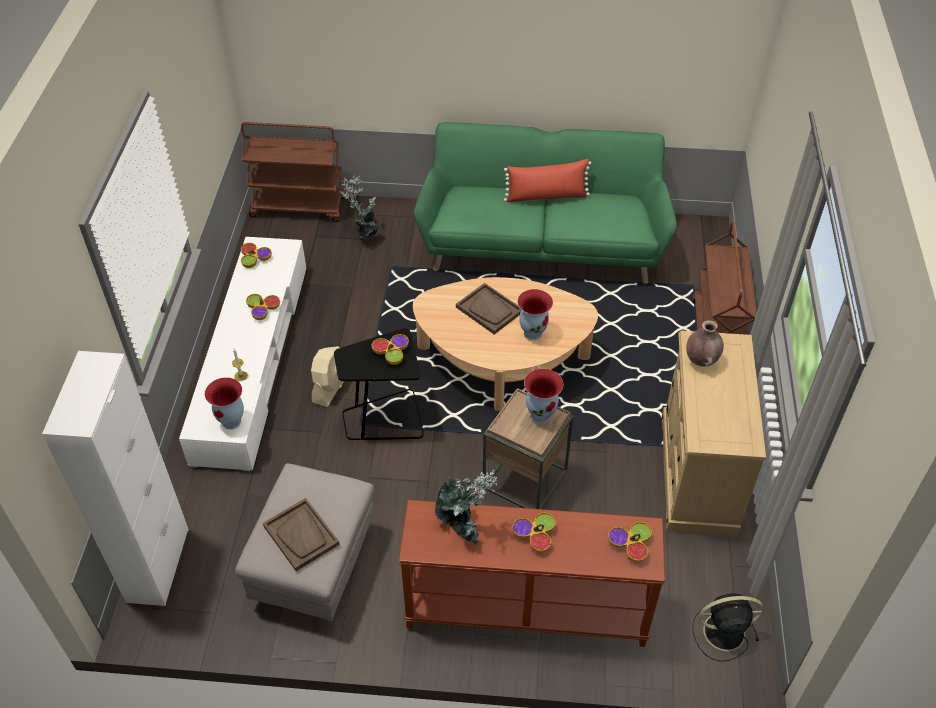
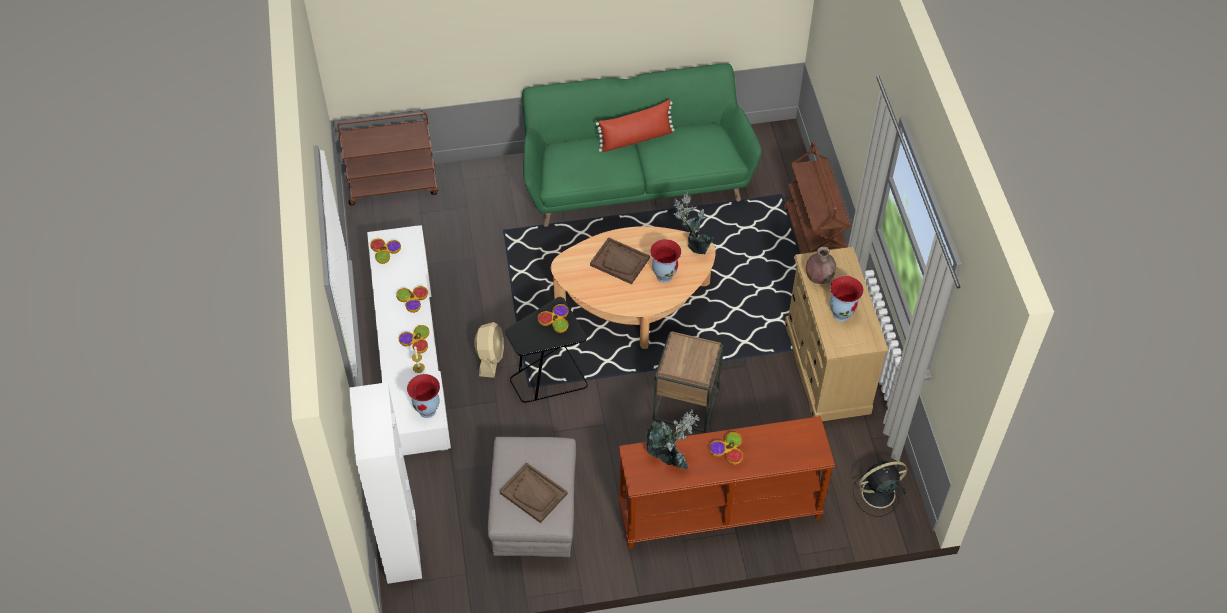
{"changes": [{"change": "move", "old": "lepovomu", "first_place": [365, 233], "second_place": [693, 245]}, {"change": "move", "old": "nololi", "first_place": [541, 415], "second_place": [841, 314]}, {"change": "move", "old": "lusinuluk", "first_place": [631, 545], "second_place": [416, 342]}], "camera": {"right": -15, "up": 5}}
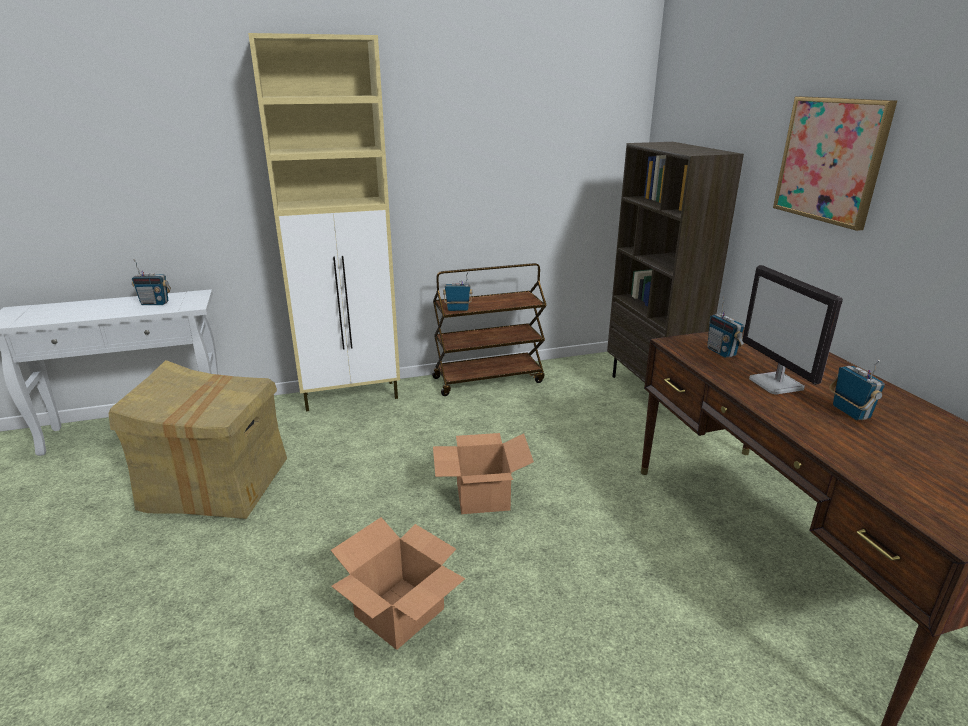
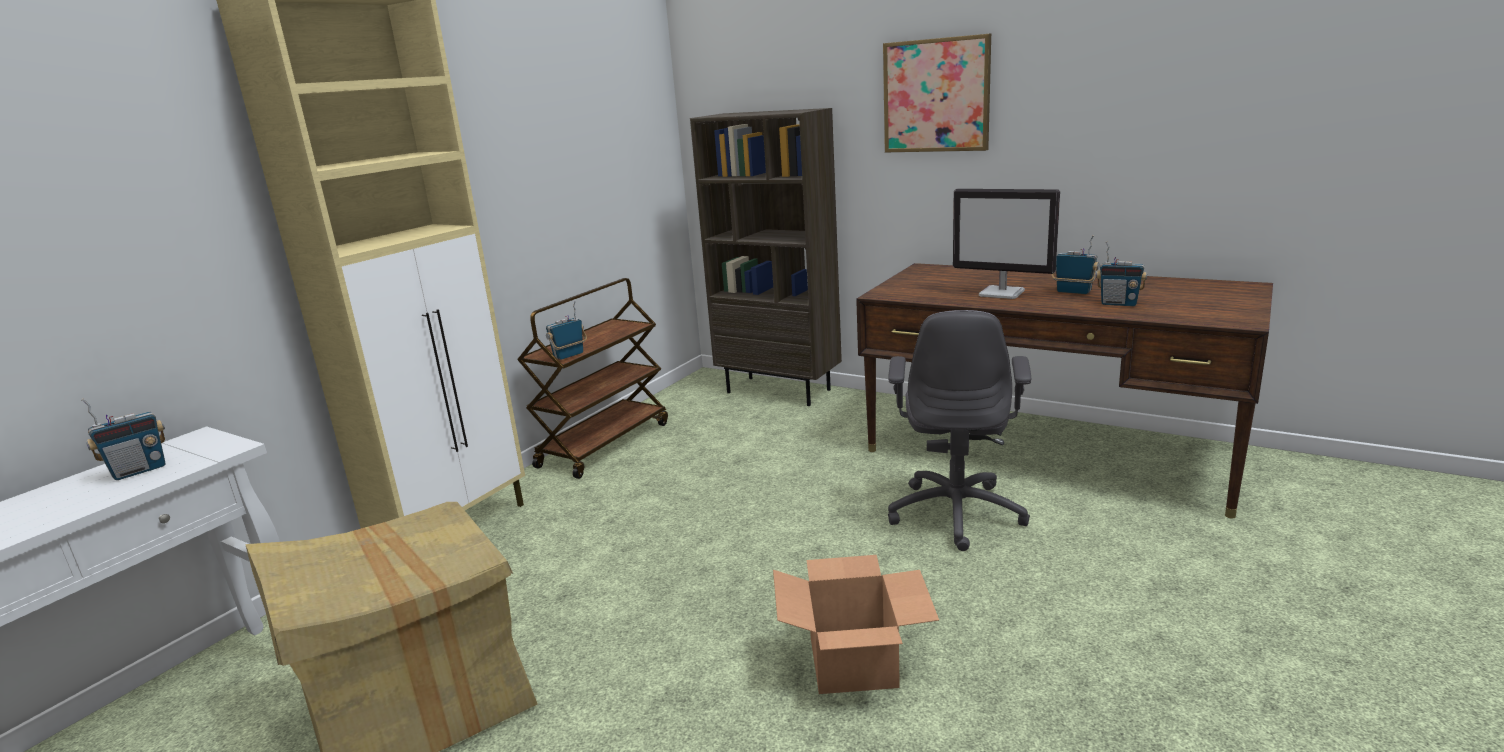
{"changes": [{"change": "delete", "old": "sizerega", "first_place": [483, 496]}, {"change": "move", "old": "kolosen", "first_place": [721, 352], "second_place": [1118, 303]}, {"change": "insert", "new": "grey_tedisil", "second_place": [956, 512]}], "camera": {"right": -40, "up": -5}}
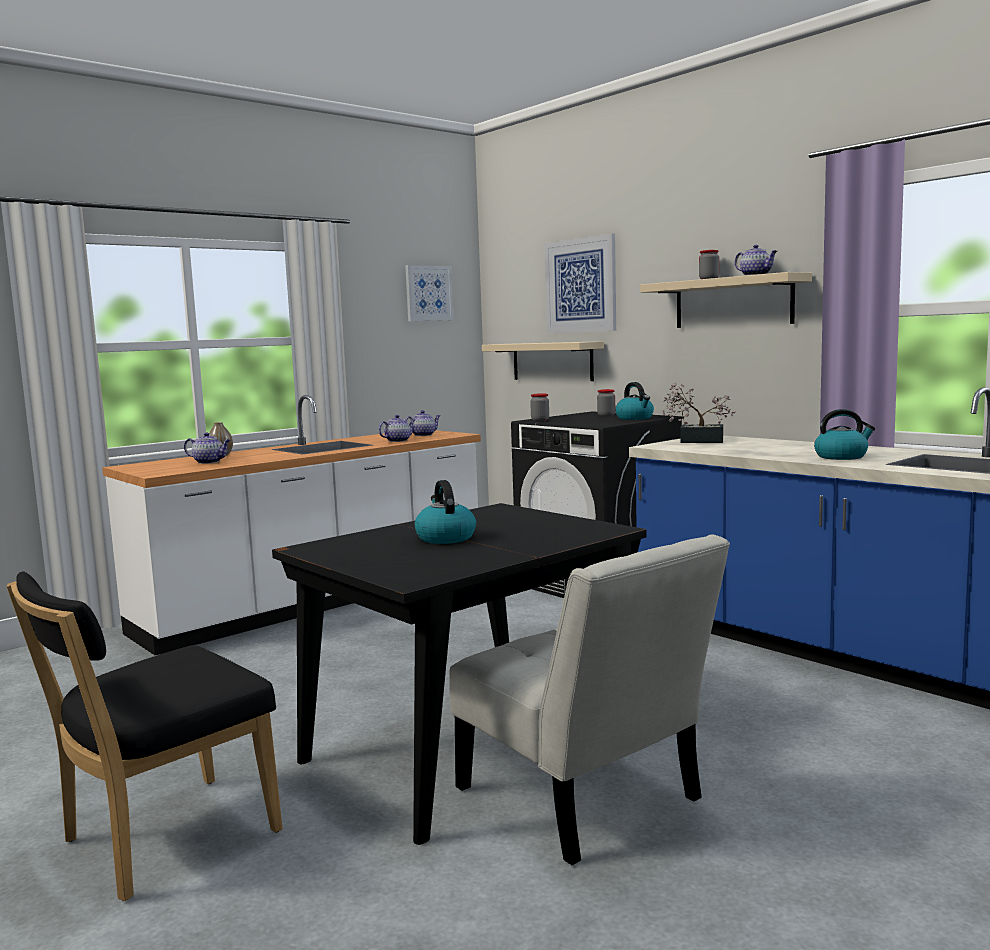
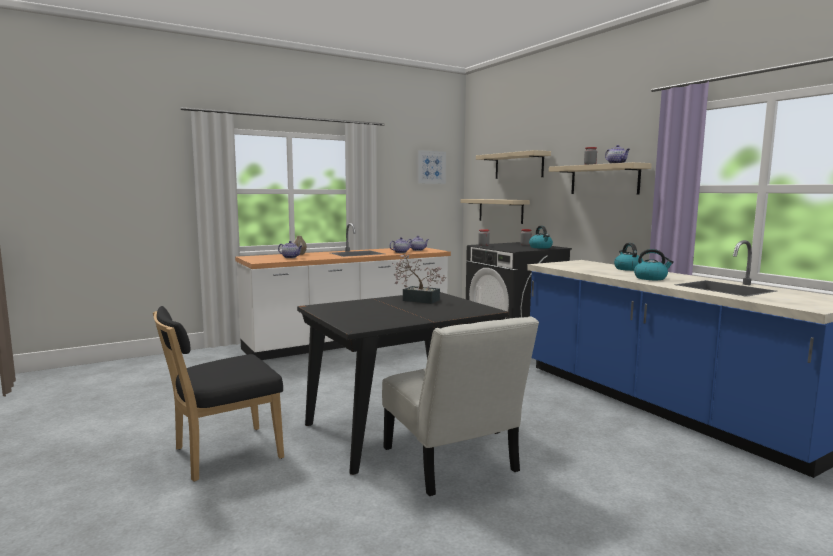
{"changes": [{"change": "move", "old": "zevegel", "first_place": [445, 538], "second_place": [627, 269]}, {"change": "replace", "old": "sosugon", "new": "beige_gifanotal", "first_place": [580, 285], "second_place": [518, 165]}, {"change": "move", "old": "lepovomu", "first_place": [696, 441], "second_place": [417, 300]}], "camera": {"right": 10, "up": 0}}
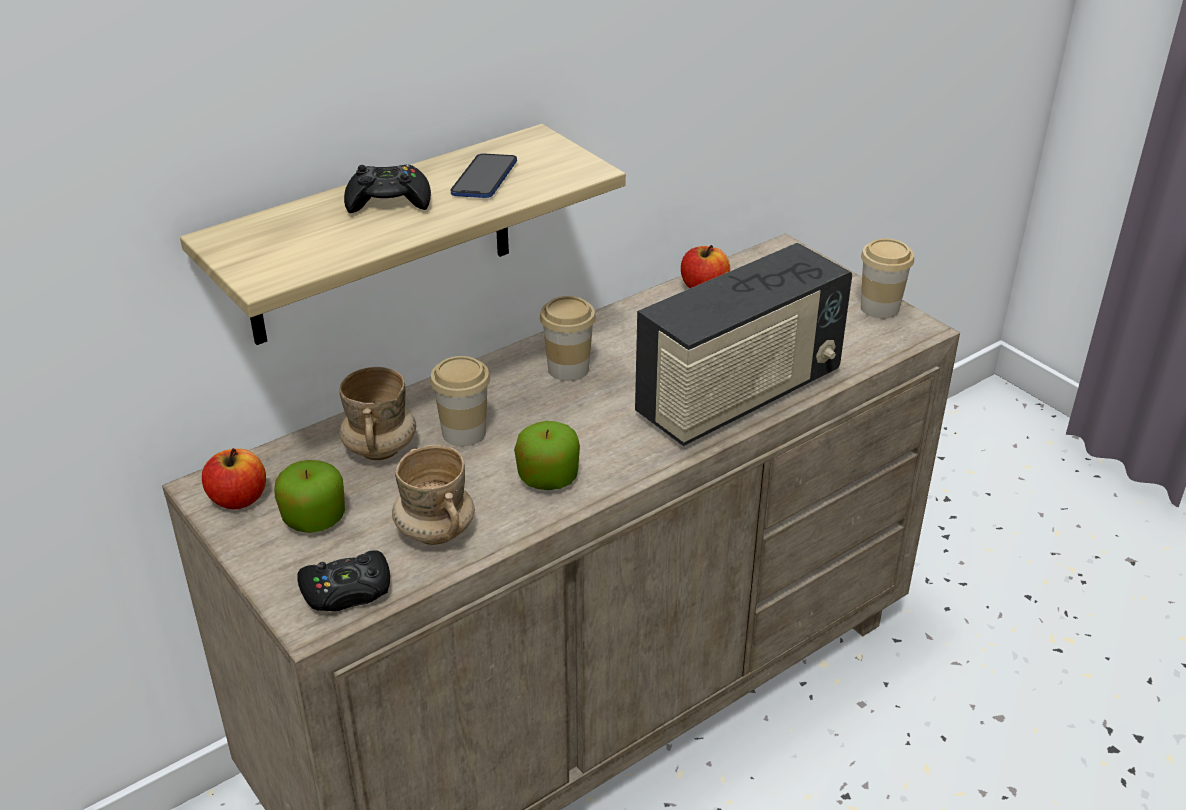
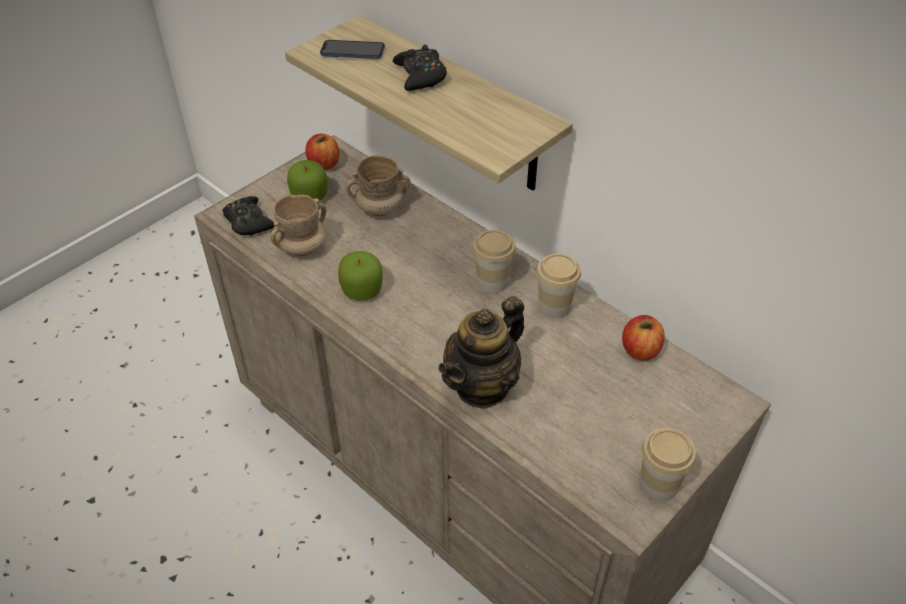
{"changes": [{"change": "move", "old": "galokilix", "first_place": [464, 432], "second_place": [554, 306]}, {"change": "move", "old": "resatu", "first_place": [484, 178], "second_place": [352, 51]}, {"change": "replace", "old": "kolosen", "new": "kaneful", "first_place": [739, 396], "second_place": [482, 386]}], "camera": {"right": 80, "up": 10}}
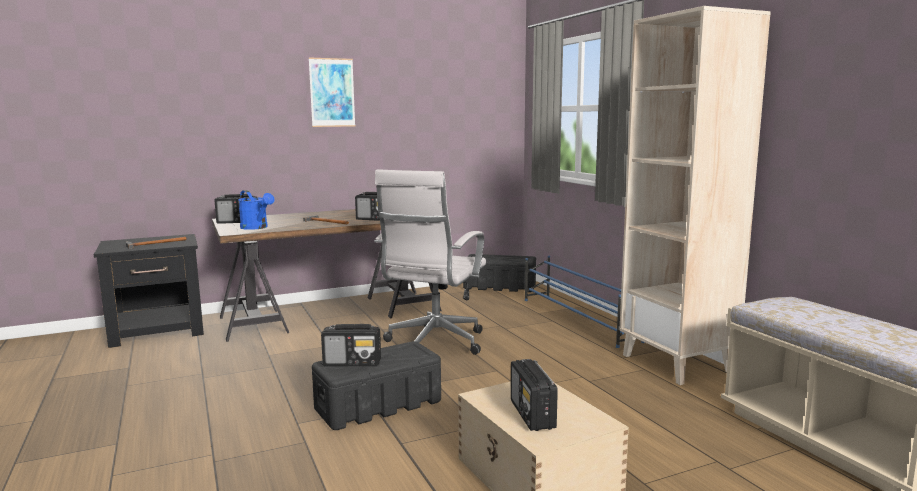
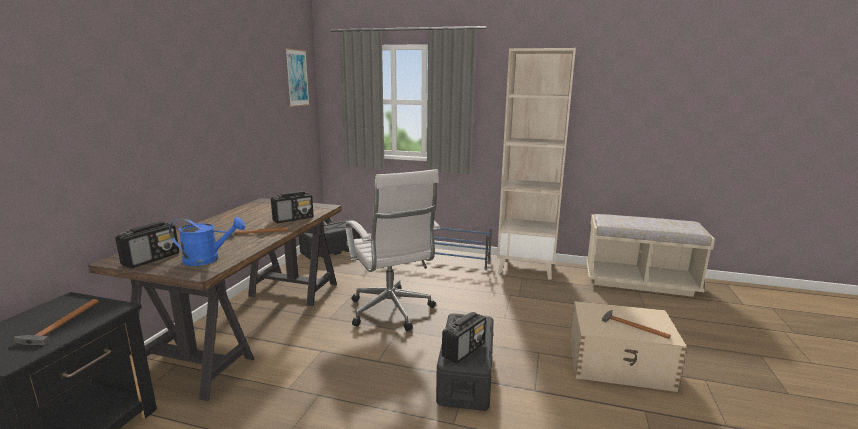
{"changes": [{"change": "move", "old": "sosugon", "first_place": [332, 92], "second_place": [297, 78]}, {"change": "replace", "old": "kolosen", "new": "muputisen", "first_place": [532, 415], "second_place": [632, 326]}], "camera": {"right": -50, "up": 5}}
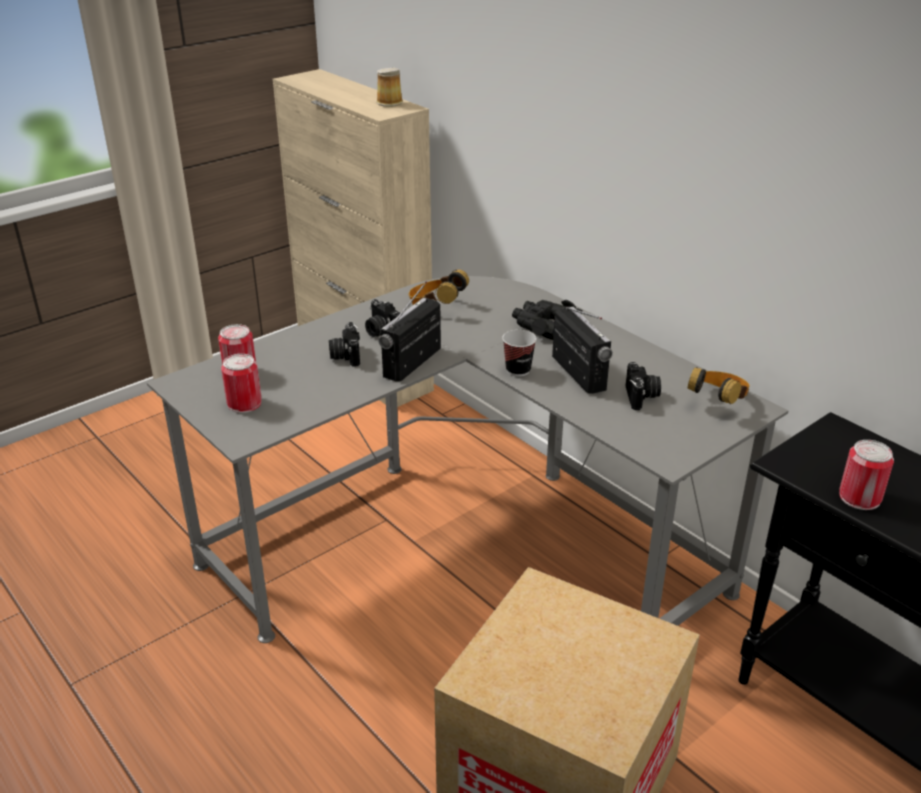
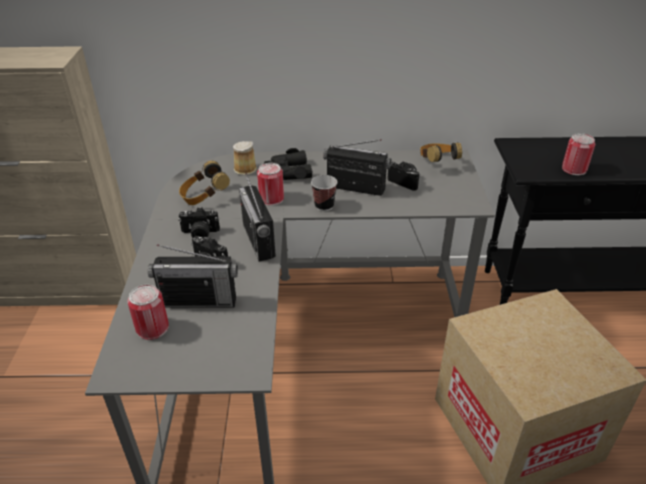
{"changes": [{"change": "move", "old": "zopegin", "first_place": [244, 403], "second_place": [271, 198]}, {"change": "move", "old": "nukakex", "first_place": [390, 102], "second_place": [244, 169]}, {"change": "insert", "new": "kolosen", "second_place": [199, 301]}], "camera": {"right": -50, "up": 5}}
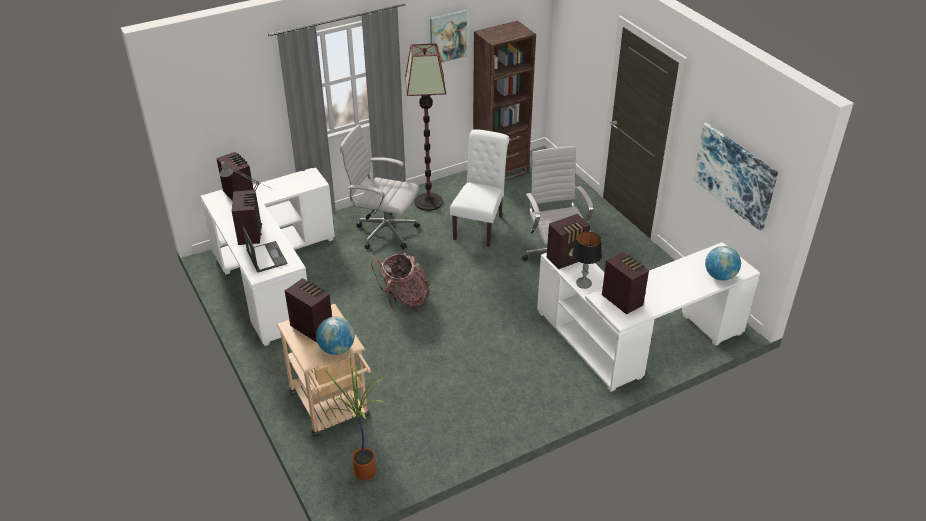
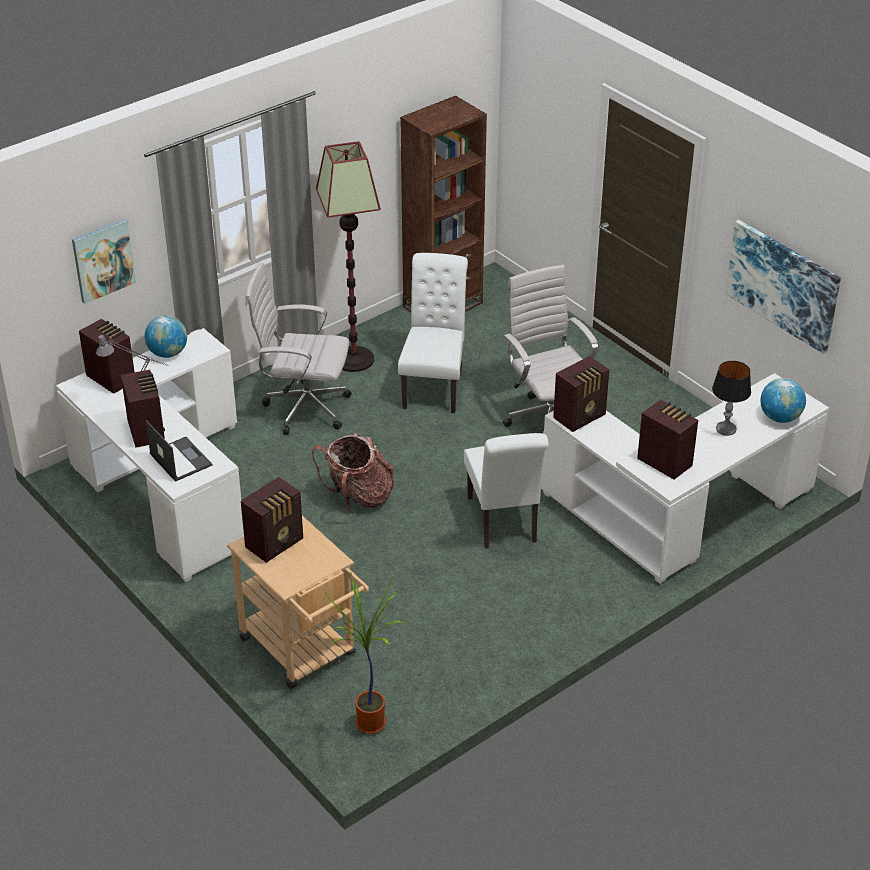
{"changes": [{"change": "rotate", "old": "kolosen", "first_place": [312, 327], "second_place": [276, 543], "degrees": 105}, {"change": "move", "old": "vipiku", "first_place": [337, 349], "second_place": [168, 353]}, {"change": "move", "old": "sosugon", "first_place": [448, 36], "second_place": [103, 260]}, {"change": "move", "old": "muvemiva", "first_place": [584, 283], "second_place": [726, 429]}, {"change": "insert", "new": "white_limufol", "second_place": [504, 523]}], "camera": {"right": -10, "up": 0}}
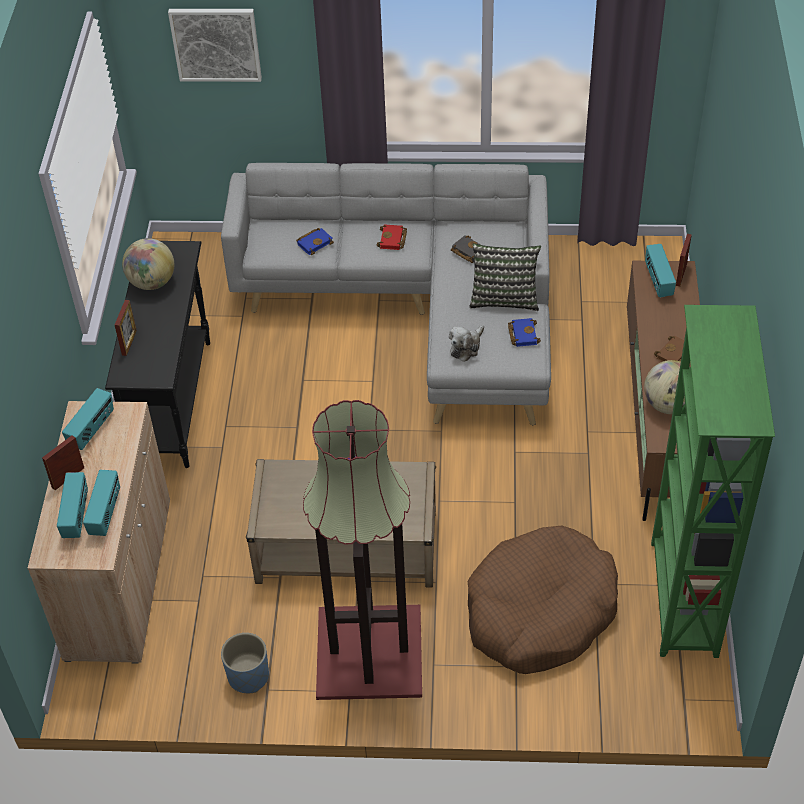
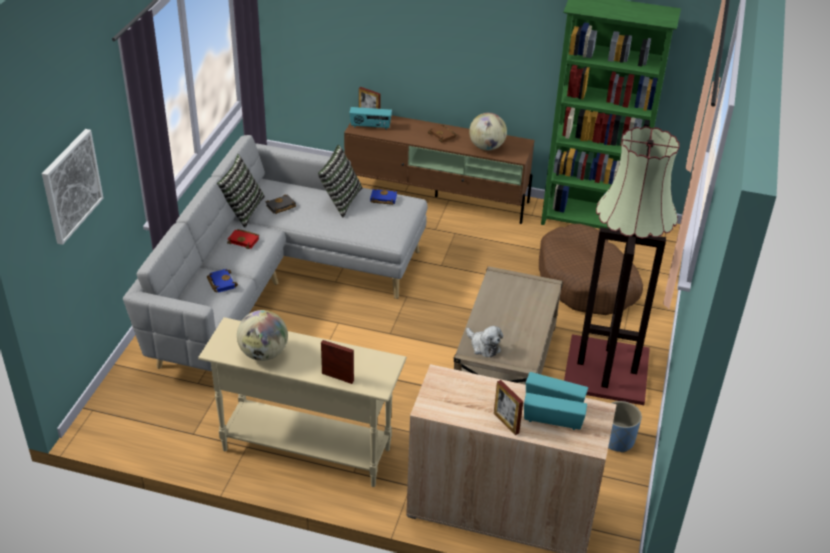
{"changes": [{"change": "delete", "old": "kolosen", "first_place": [92, 430]}, {"change": "recolor", "old": "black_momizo", "new": "beige_momizo", "first_place": [174, 402], "second_place": [306, 449]}, {"change": "move", "old": "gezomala", "first_place": [466, 347], "second_place": [483, 346]}, {"change": "insert", "new": "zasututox", "second_place": [242, 210]}], "camera": {"right": -80, "up": -10}}
